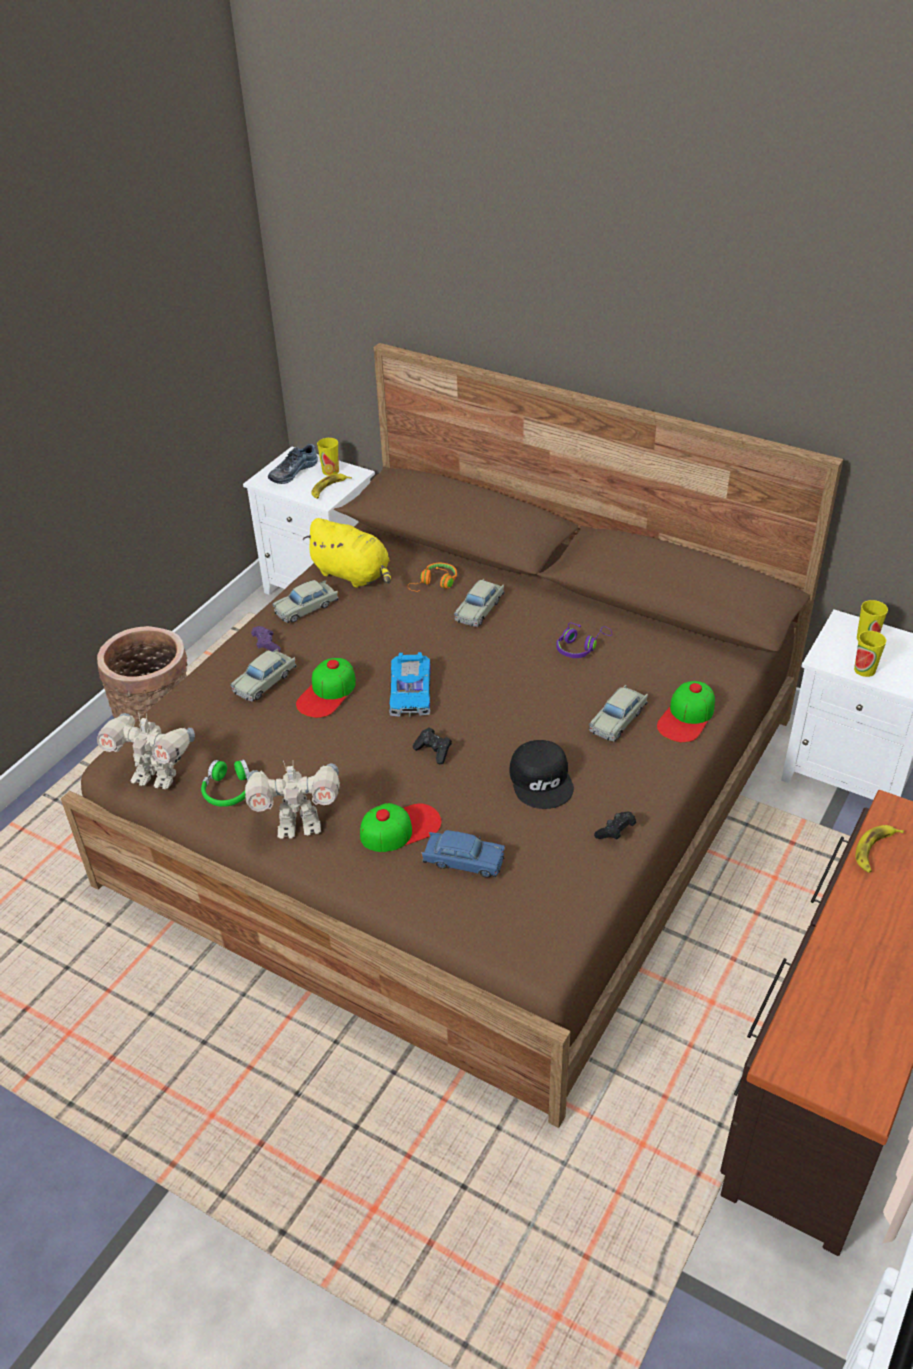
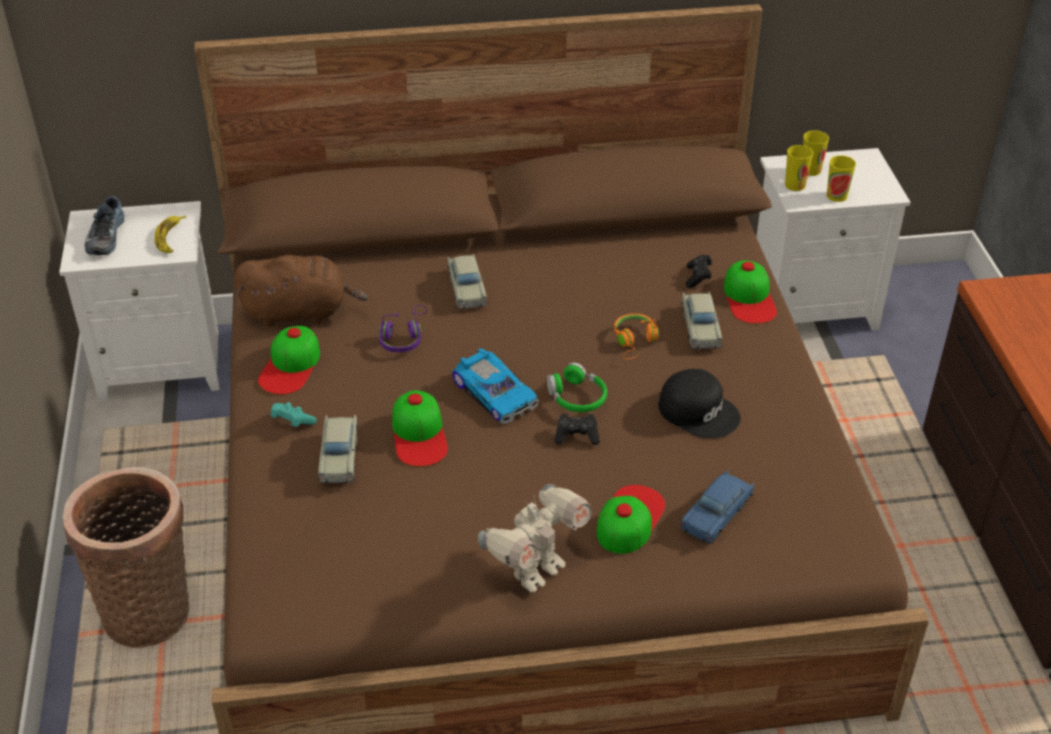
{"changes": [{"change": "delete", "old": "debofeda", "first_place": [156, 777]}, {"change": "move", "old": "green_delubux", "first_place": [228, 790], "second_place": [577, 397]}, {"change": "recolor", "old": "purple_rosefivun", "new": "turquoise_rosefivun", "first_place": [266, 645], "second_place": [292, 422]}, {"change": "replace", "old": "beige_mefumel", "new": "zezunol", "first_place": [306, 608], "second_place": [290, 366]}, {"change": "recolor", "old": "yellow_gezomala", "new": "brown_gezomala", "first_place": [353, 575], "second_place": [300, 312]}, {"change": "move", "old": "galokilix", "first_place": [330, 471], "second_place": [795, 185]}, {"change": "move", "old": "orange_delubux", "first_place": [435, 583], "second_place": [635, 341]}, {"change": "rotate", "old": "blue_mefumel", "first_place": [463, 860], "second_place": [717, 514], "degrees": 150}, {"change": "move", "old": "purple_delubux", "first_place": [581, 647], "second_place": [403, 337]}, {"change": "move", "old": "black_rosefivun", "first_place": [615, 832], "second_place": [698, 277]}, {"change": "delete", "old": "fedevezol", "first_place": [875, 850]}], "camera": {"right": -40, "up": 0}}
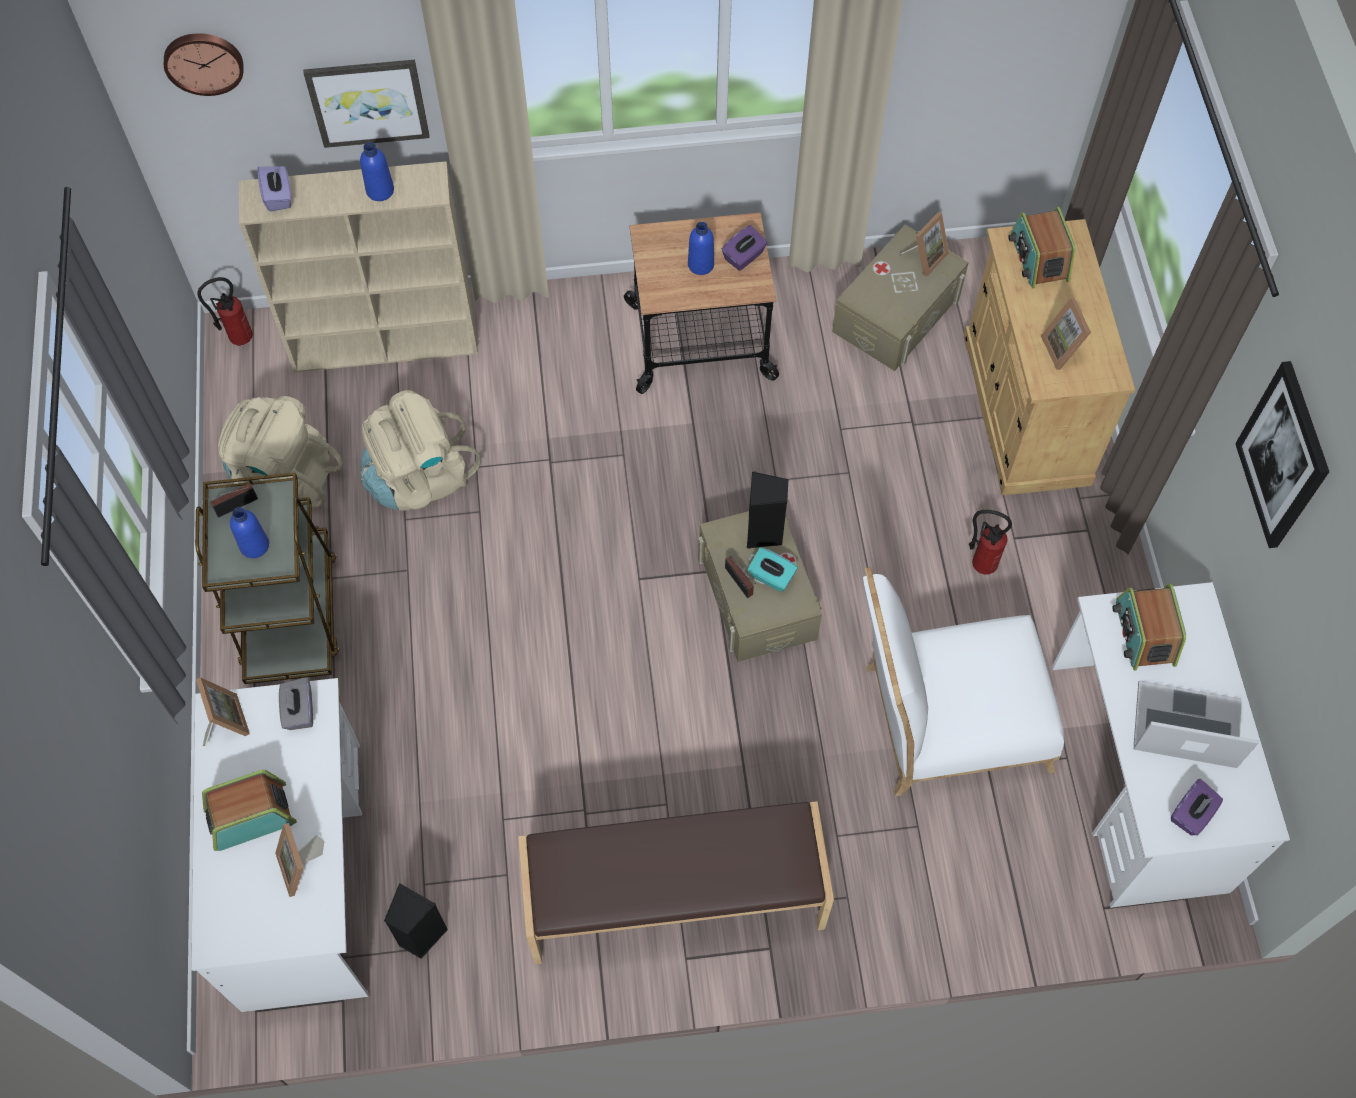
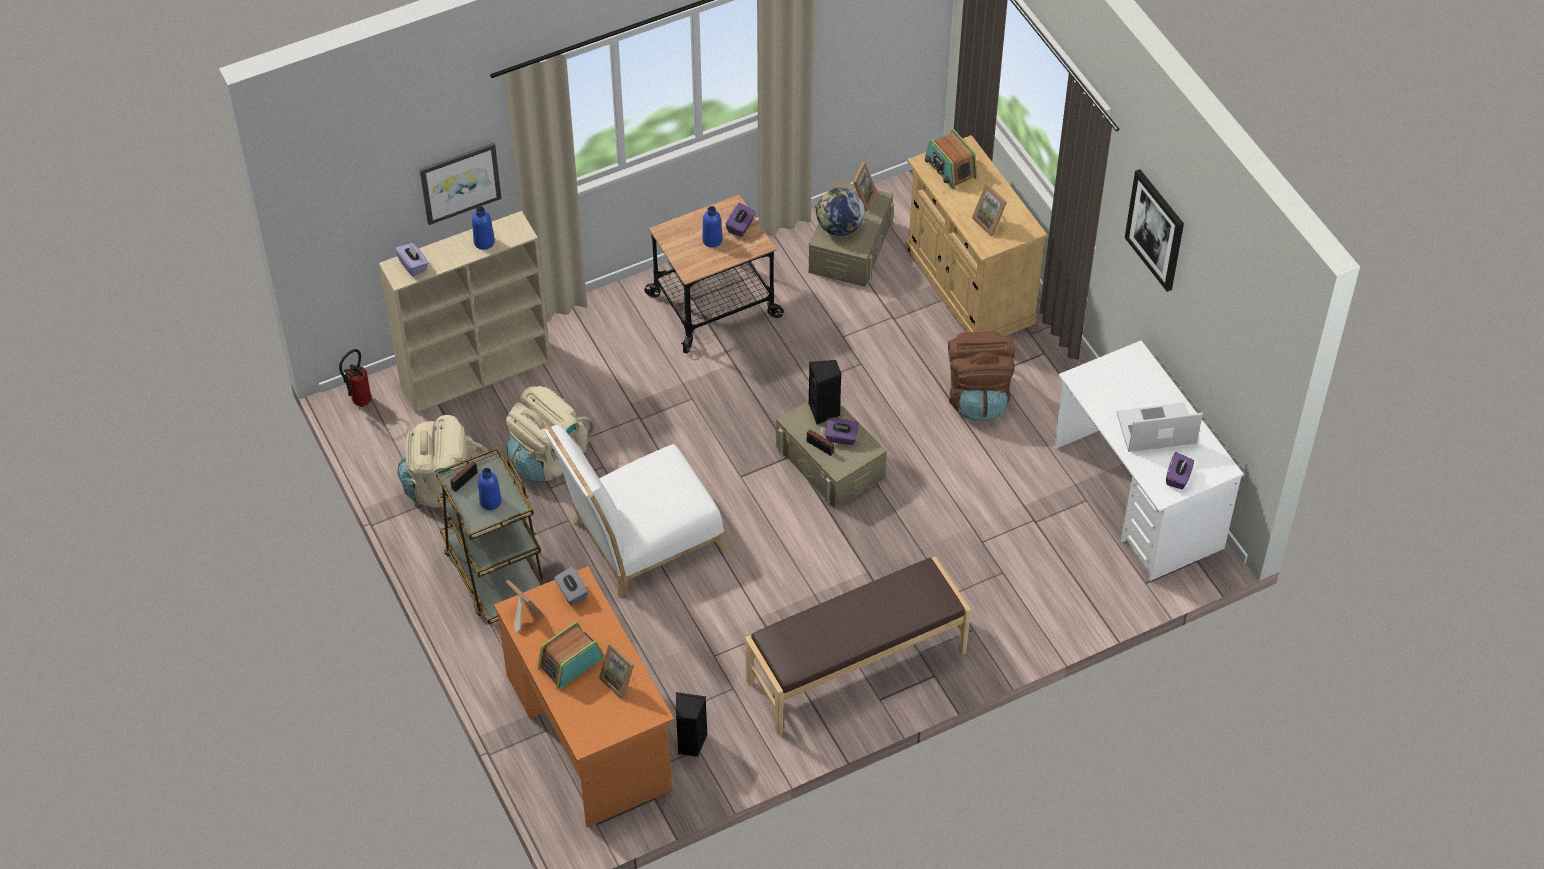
{"changes": [{"change": "delete", "old": "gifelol", "first_place": [203, 61]}, {"change": "recolor", "old": "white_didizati", "new": "orange_didizati", "first_place": [303, 872], "second_place": [588, 731]}, {"change": "recolor", "old": "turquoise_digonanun", "new": "purple_digonanun", "first_place": [771, 577], "second_place": [841, 438]}, {"change": "move", "old": "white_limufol", "first_place": [944, 720], "second_place": [639, 540]}, {"change": "replace", "old": "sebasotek", "new": "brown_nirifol", "first_place": [980, 563], "second_place": [978, 396]}, {"change": "delete", "old": "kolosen", "first_place": [1144, 633]}, {"change": "insert", "new": "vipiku", "second_place": [839, 228]}], "camera": {"right": -20, "up": -10}}
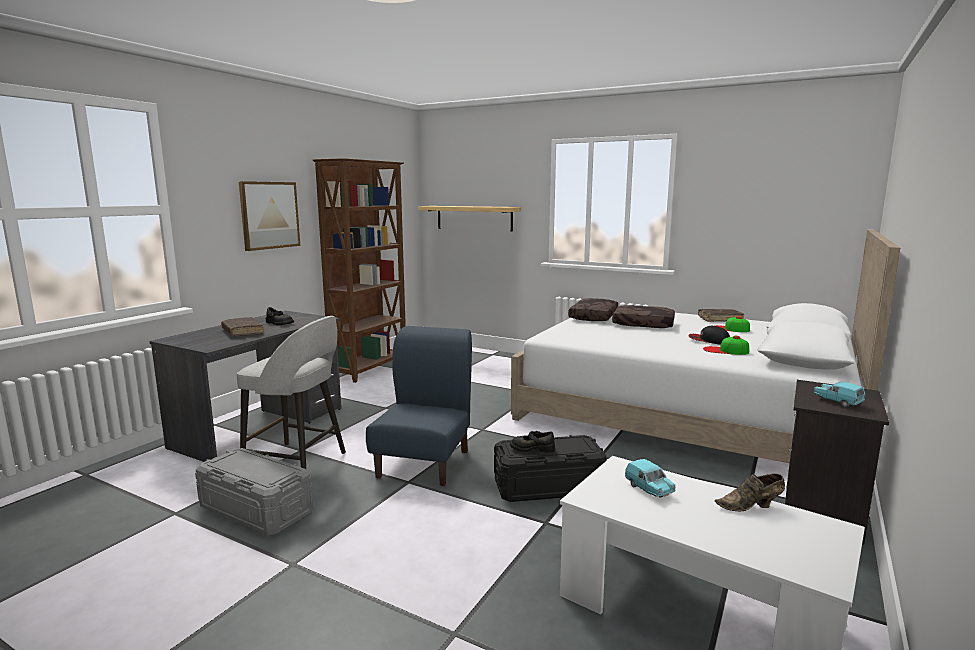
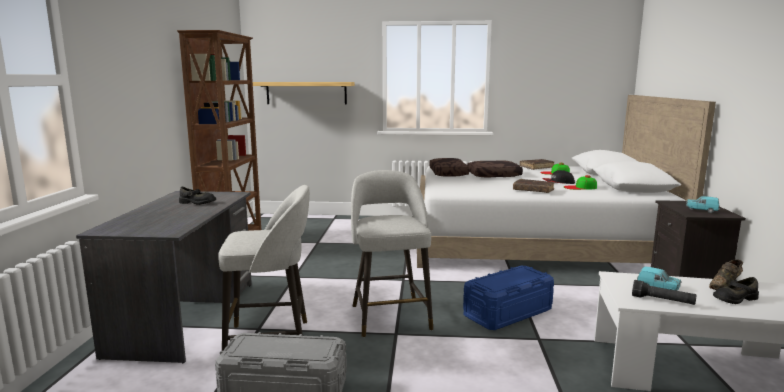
{"changes": [{"change": "move", "old": "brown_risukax", "first_place": [242, 332], "second_place": [533, 190]}, {"change": "delete", "old": "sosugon", "first_place": [269, 215]}, {"change": "replace", "old": "blue_limufol", "new": "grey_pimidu", "first_place": [425, 463], "second_place": [390, 316]}, {"change": "recolor", "old": "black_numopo", "new": "blue_numopo", "first_place": [548, 487], "second_place": [508, 313]}, {"change": "move", "old": "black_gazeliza", "first_place": [532, 448], "second_place": [734, 298]}, {"change": "insert", "new": "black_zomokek", "second_place": [662, 301]}], "camera": {"right": -25, "up": 0}}
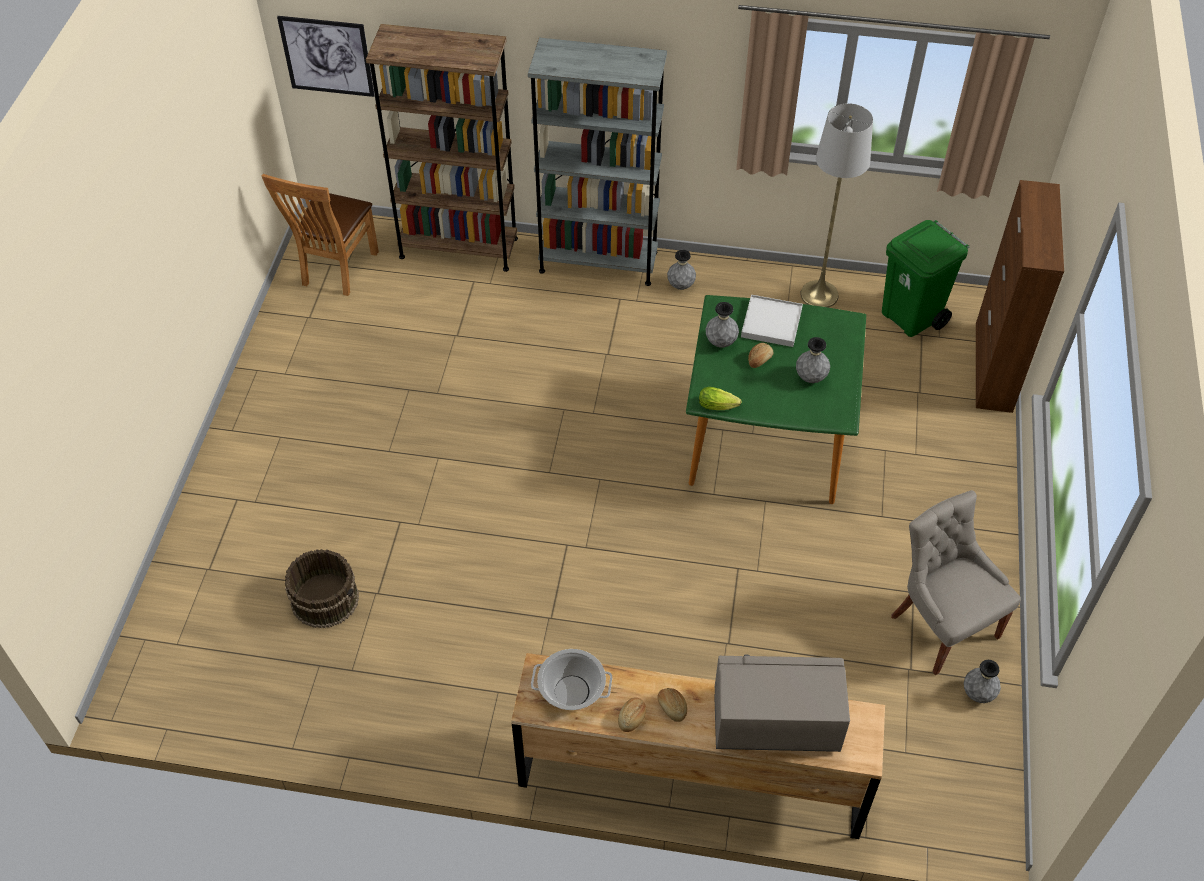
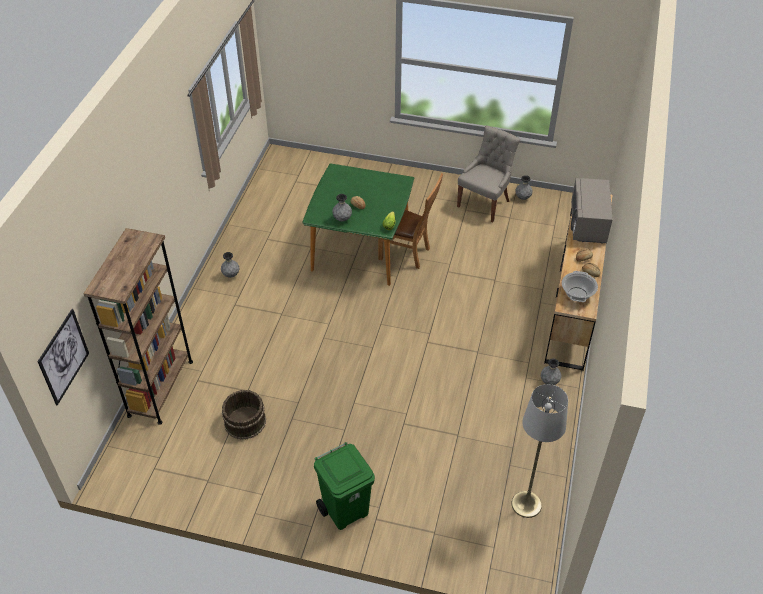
{"changes": [{"change": "move", "old": "brown_limufol", "first_place": [336, 271], "second_place": [407, 254]}, {"change": "move", "old": "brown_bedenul", "first_place": [325, 598], "second_place": [244, 421]}, {"change": "delete", "old": "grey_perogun", "first_place": [598, 261]}, {"change": "delete", "old": "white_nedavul", "first_place": [771, 323]}, {"change": "move", "old": "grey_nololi", "first_place": [811, 377], "second_place": [549, 381]}, {"change": "move", "old": "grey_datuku", "first_place": [819, 294], "second_place": [526, 504]}, {"change": "move", "old": "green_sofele", "first_place": [911, 317], "second_place": [346, 510]}, {"change": "rotate", "old": "grey_limufol", "first_place": [941, 625], "second_place": [485, 203], "degrees": 150}, {"change": "delete", "old": "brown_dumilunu", "first_place": [993, 367]}], "camera": {"right": -85, "up": -5}}
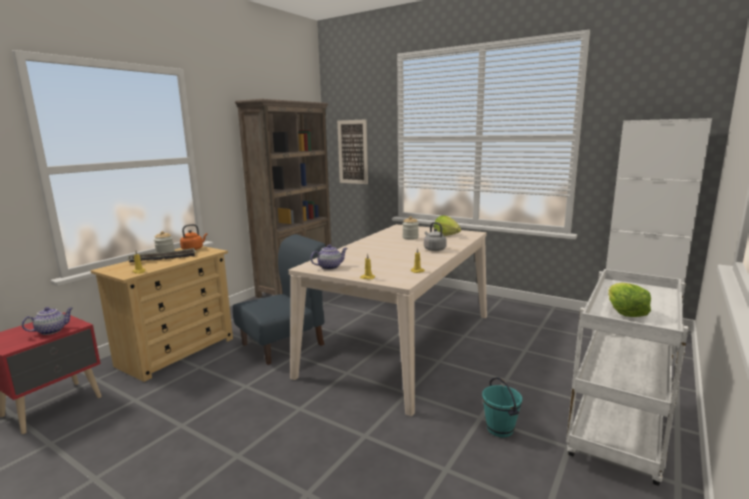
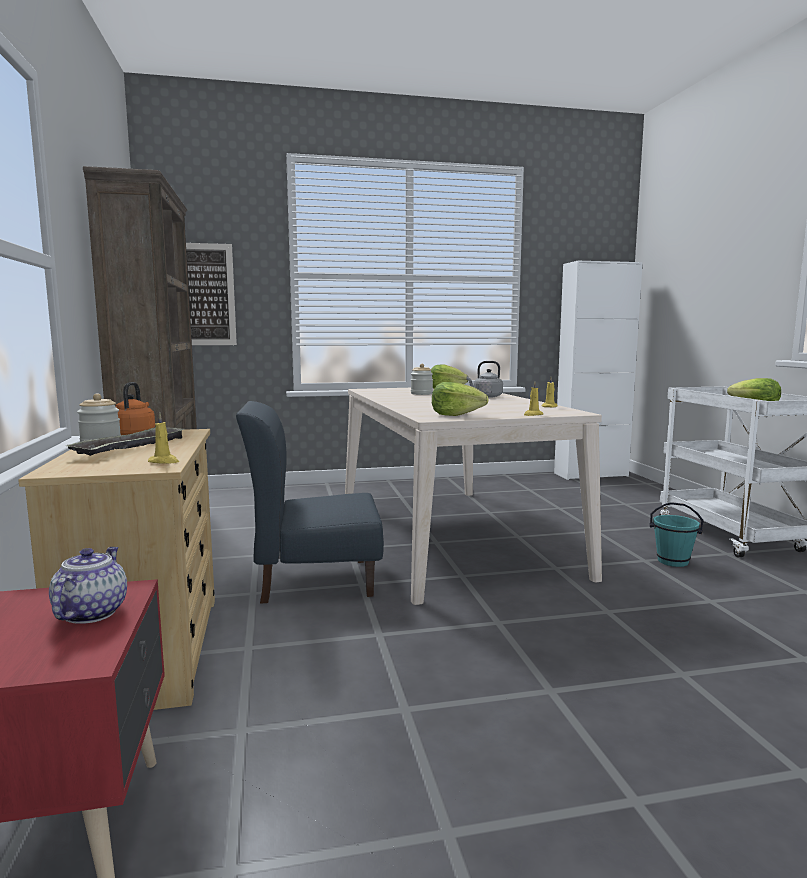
{"changes": [{"change": "rotate", "old": "blue_limufol", "first_place": [284, 344], "second_place": [314, 580], "degrees": -105}, {"change": "replace", "old": "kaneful", "new": "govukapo", "first_place": [330, 267], "second_place": [456, 415]}], "camera": {"right": -45, "up": -5}}
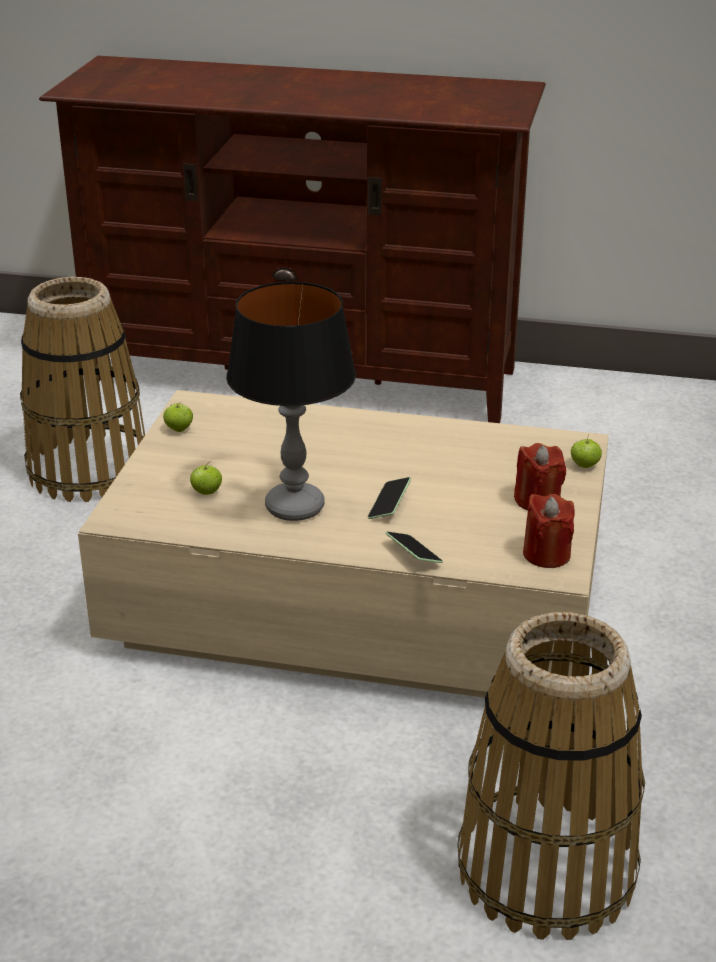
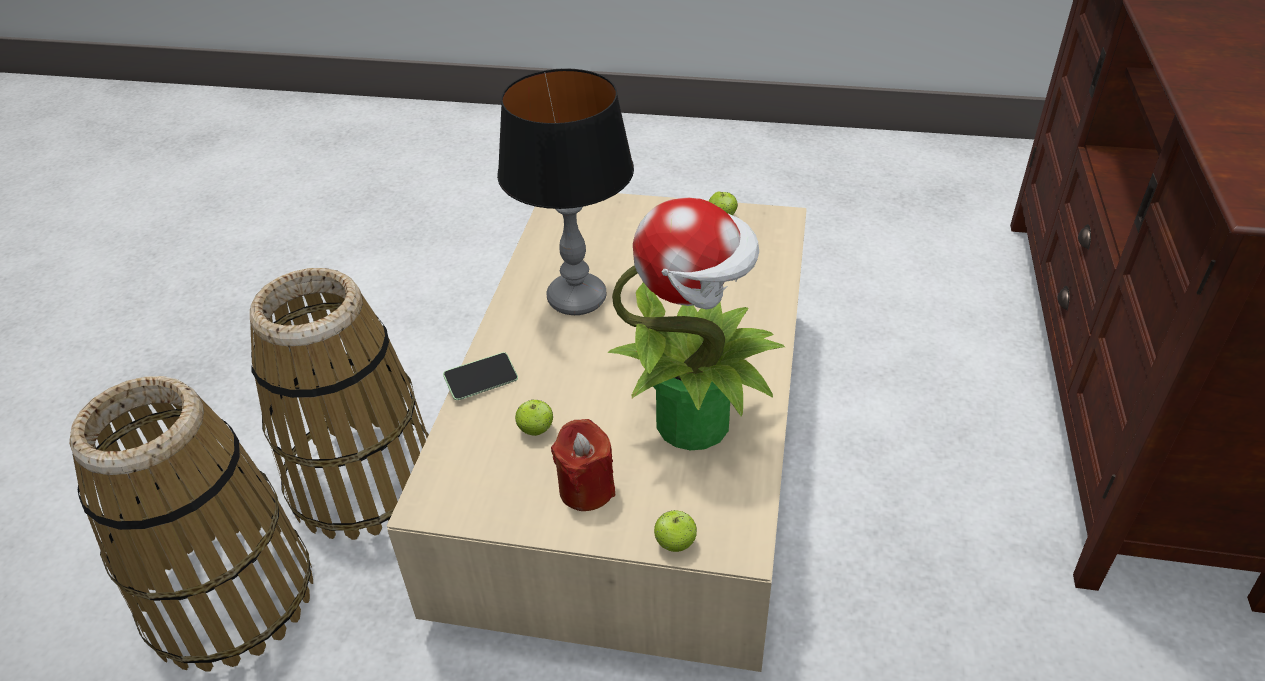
{"changes": [{"change": "move", "old": "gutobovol", "first_place": [89, 469], "second_place": [364, 480]}, {"change": "move", "old": "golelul", "first_place": [206, 492], "second_place": [536, 430]}, {"change": "delete", "old": "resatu", "first_place": [389, 506]}, {"change": "delete", "old": "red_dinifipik", "first_place": [546, 554]}, {"change": "insert", "new": "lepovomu", "second_place": [695, 422]}], "camera": {"right": 90, "up": 10}}
